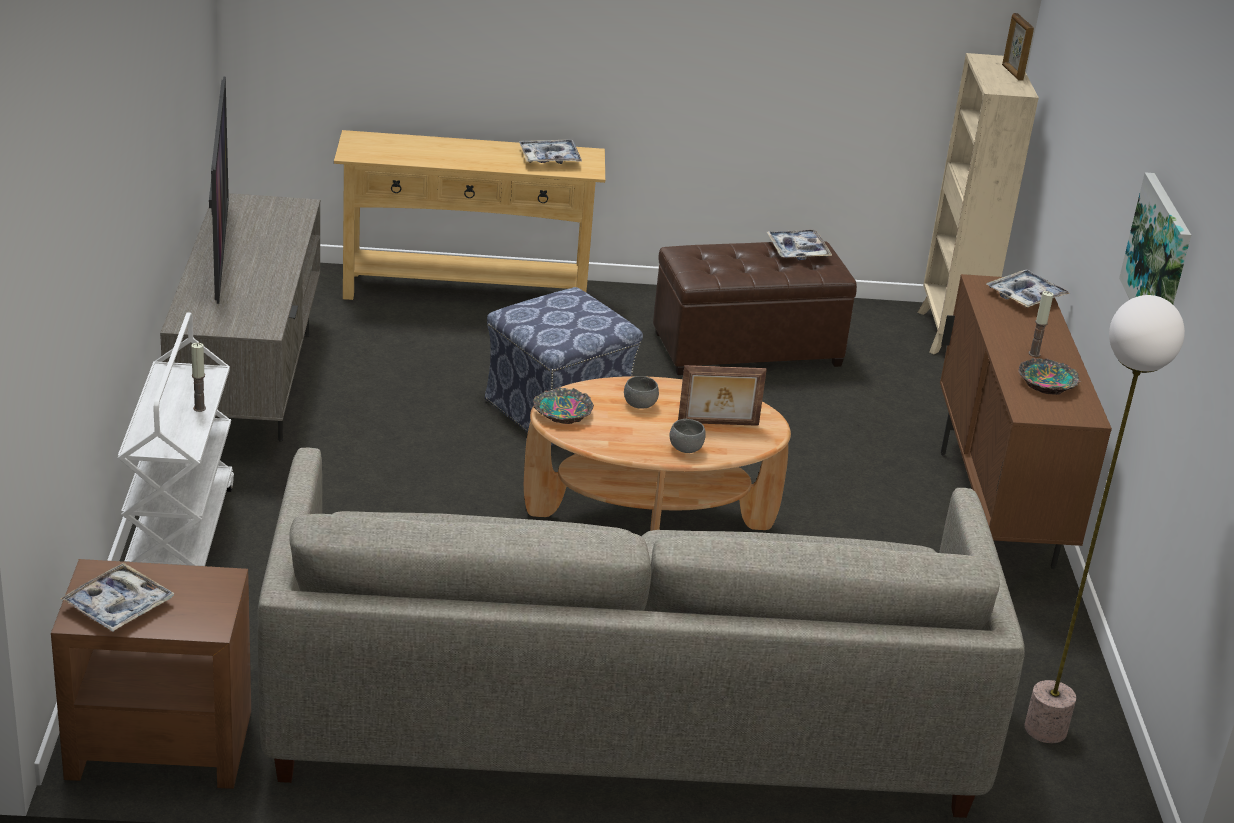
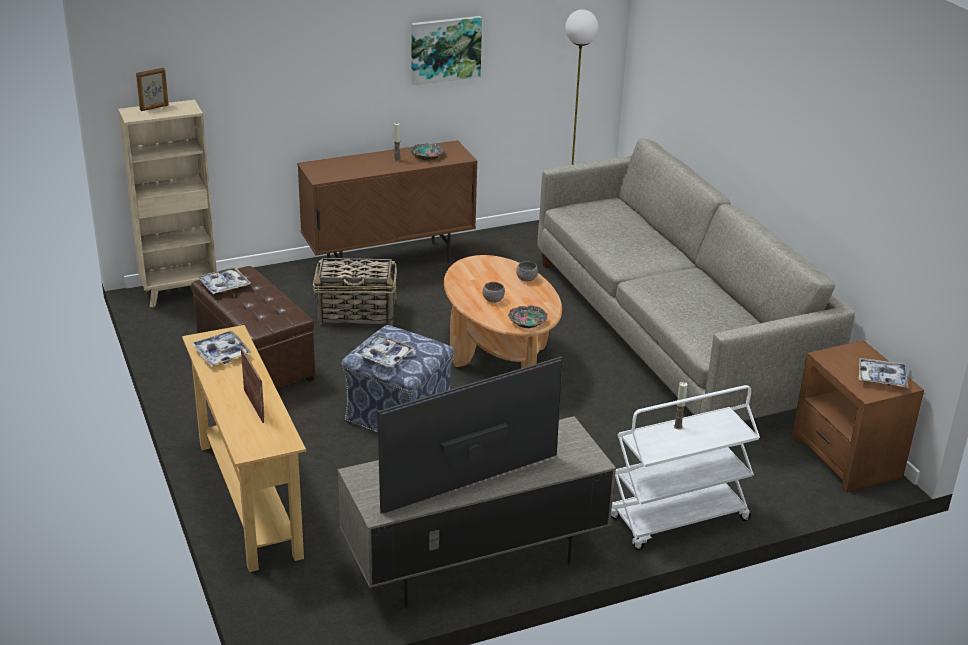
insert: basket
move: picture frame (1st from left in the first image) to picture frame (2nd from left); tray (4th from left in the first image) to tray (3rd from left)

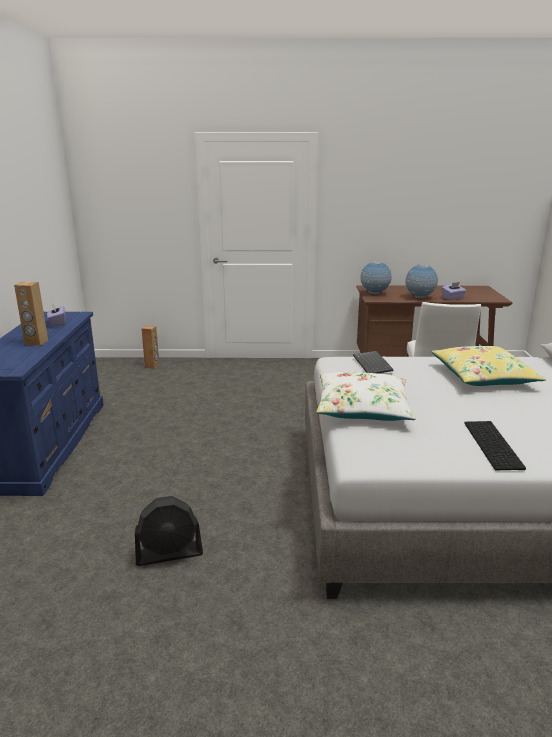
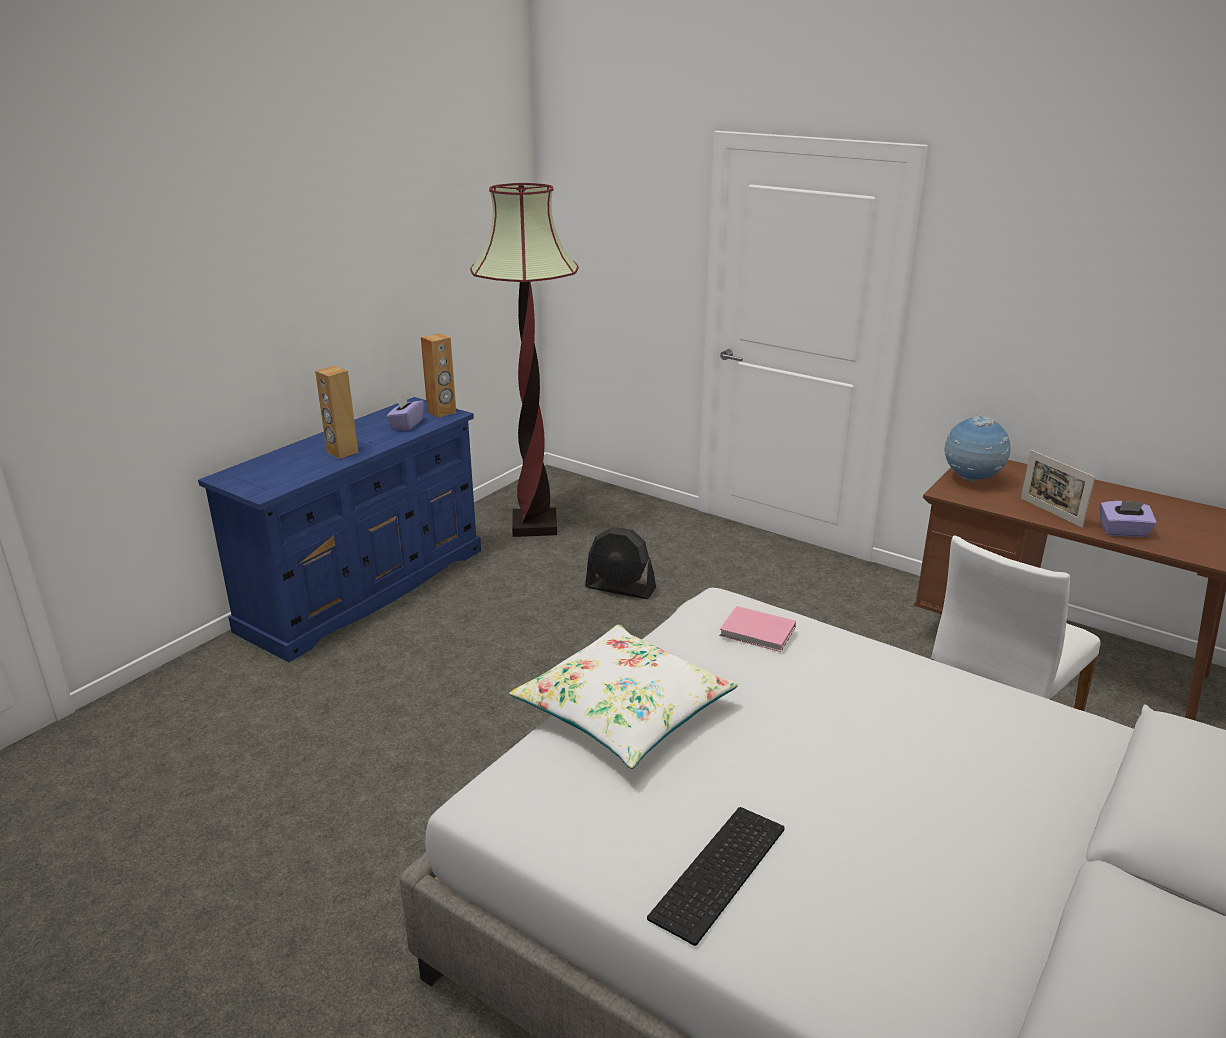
delete: pillow in yellow
insert: floor lamp
move: fan in black; speaker in brown (2nd from left)
replace: keyboard (1st from left) to book in pink; globe (2nd from left) to picture frame

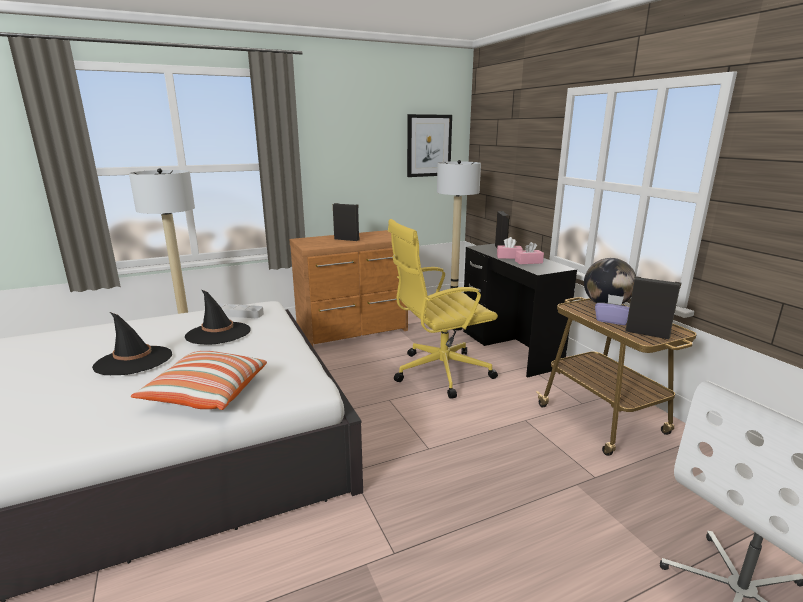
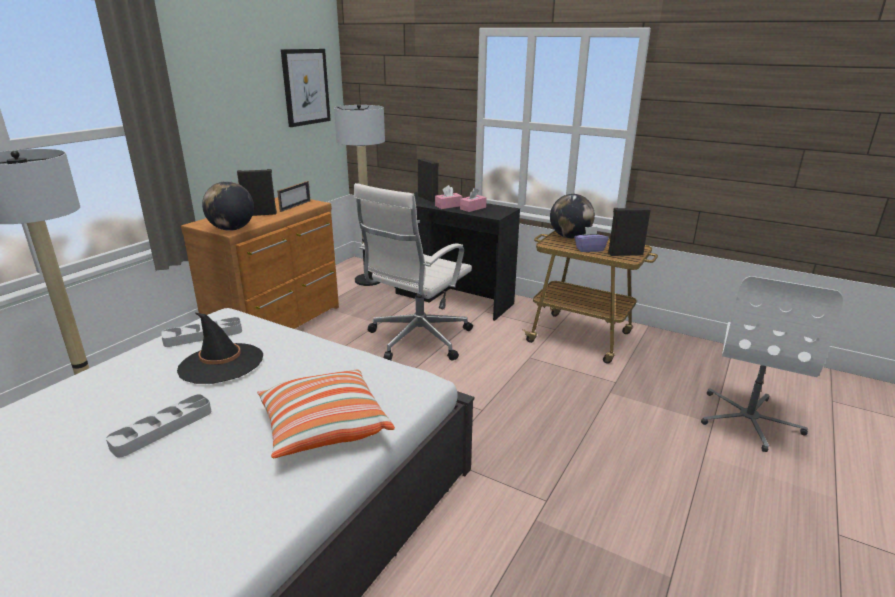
insert: globe (1st from left); picture frame
replace: hat in black (1st from left) to tray in grey (1st from left)
recolor: office chair in yellow to office chair in white (1st from left)

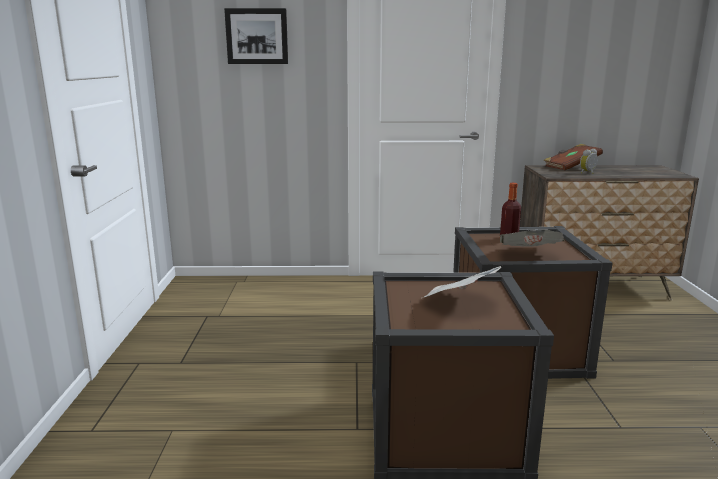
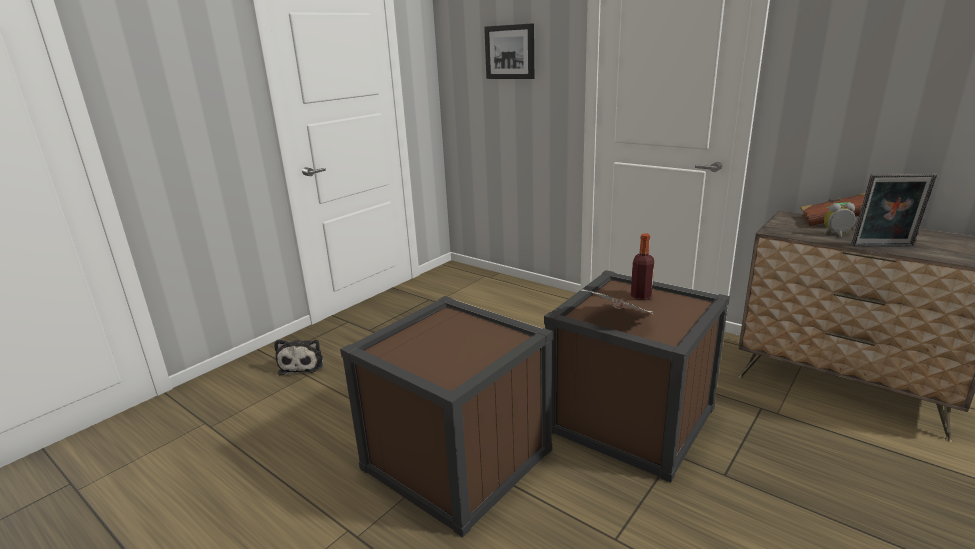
delete: newspaper (1st from left)
insert: plush toy; picture frame

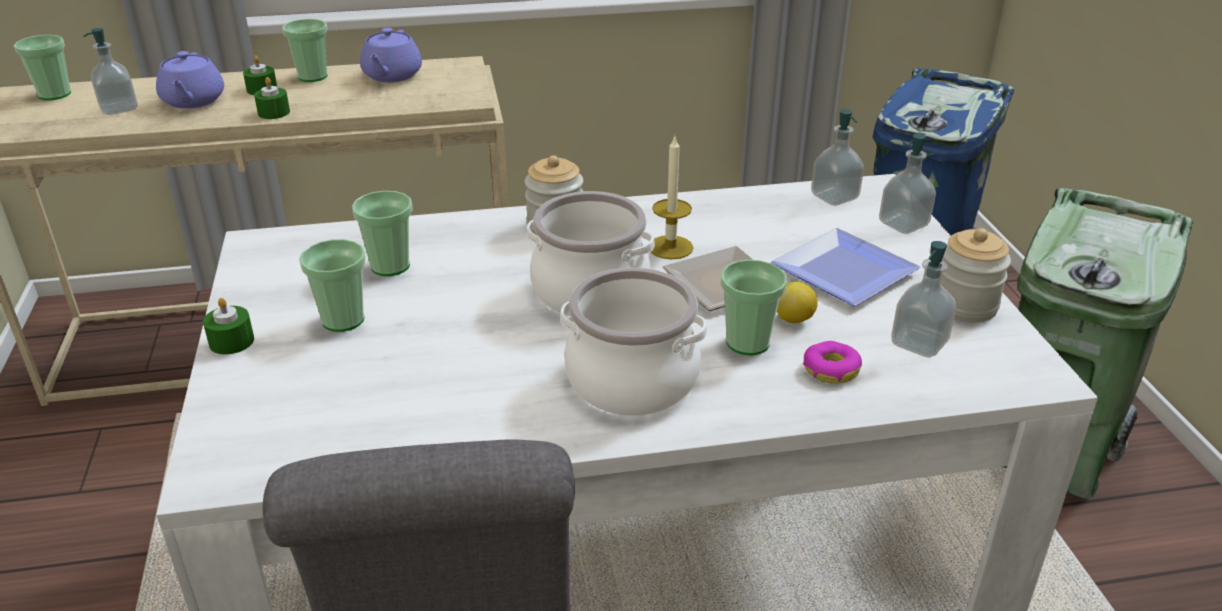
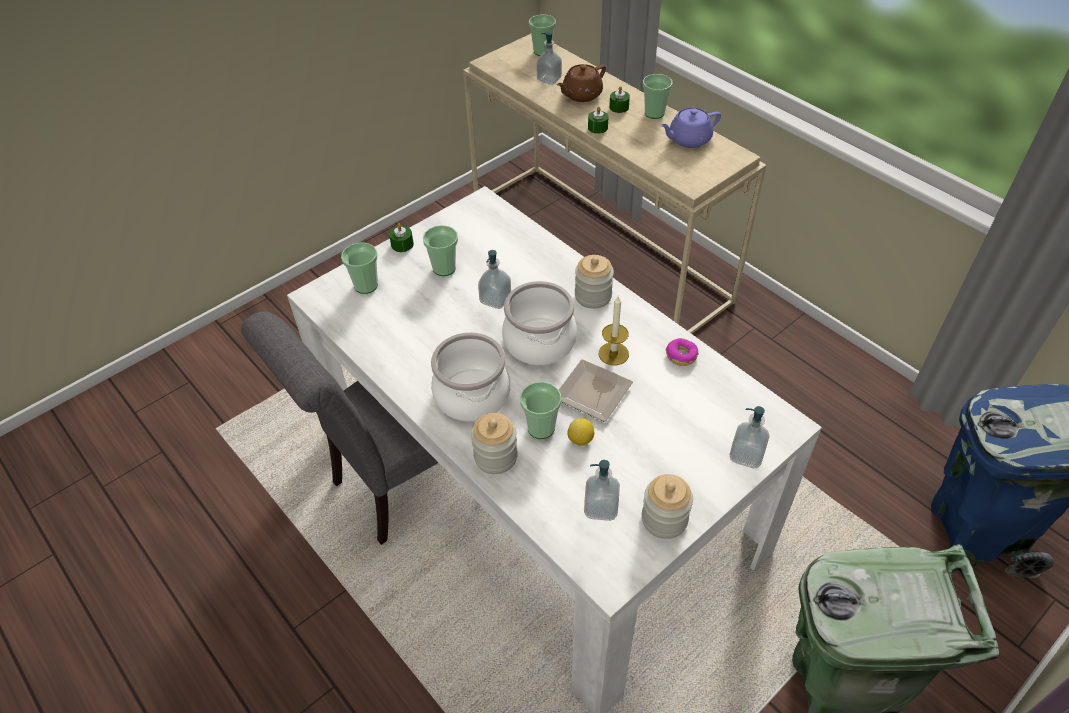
delete: plate (2nd from left)
insert: jar (1st from left)
move: cup (4th from left in the first image) to cup (1st from left); donut; soap dispenser (2nd from left in the first image) to soap dispenser (1st from left)
recolor: teapot in purple (1st from left) to teapot in brown

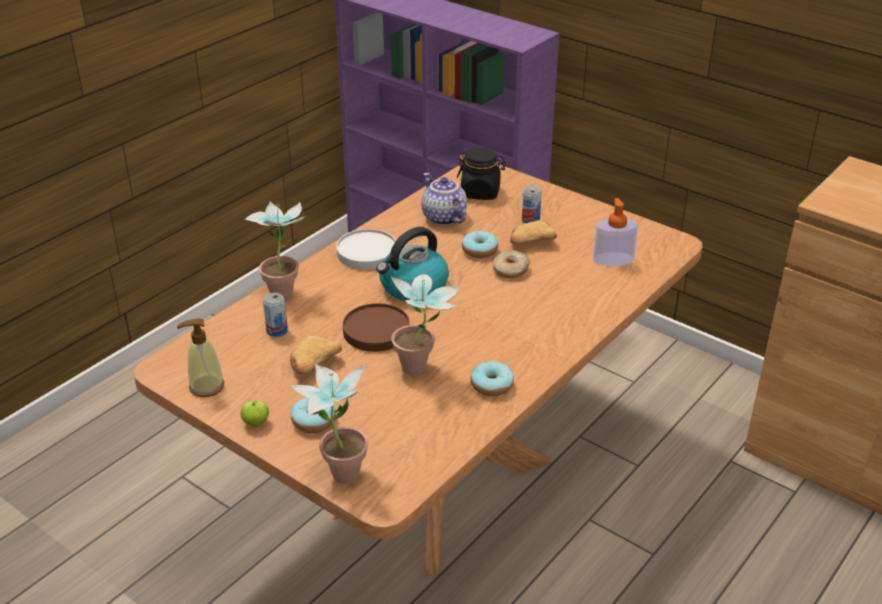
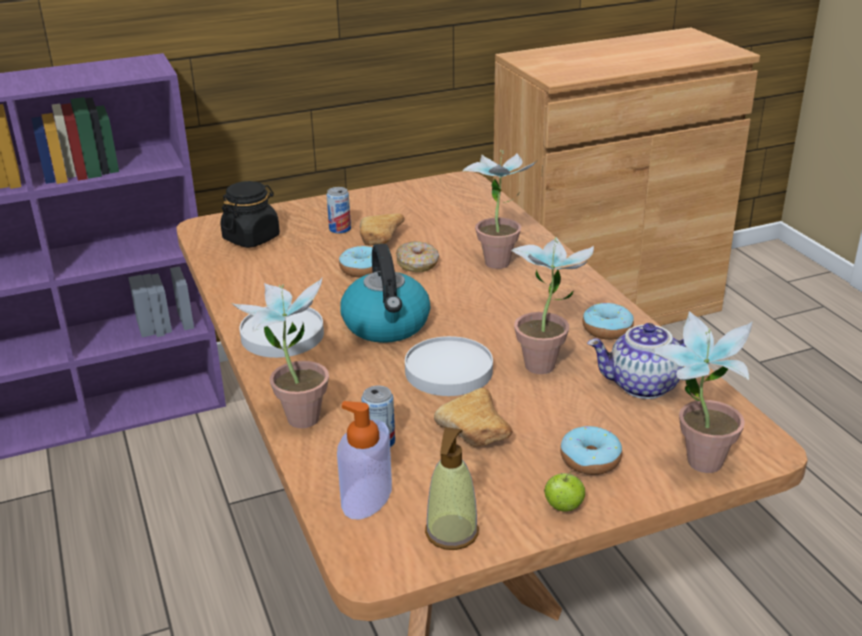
insert: potted plant (2nd from left)
move: teapot; soap dispenser (2nd from left in the first image) to soap dispenser (1st from left)
recolor: plate in brown to plate in white (2nd from left)

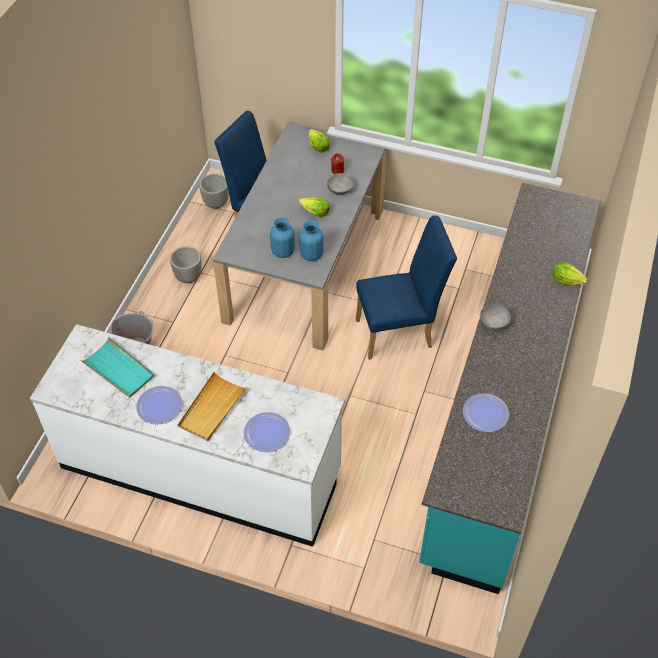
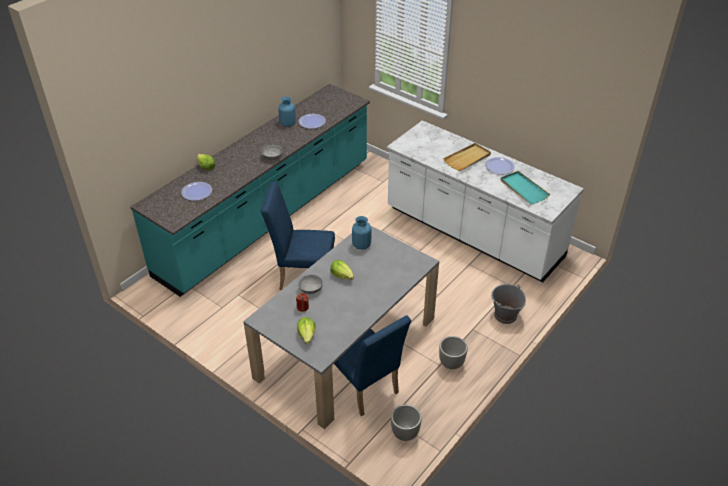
move: plate (2nd from left in the first image) to plate (1st from left); vase in blue (1st from left)

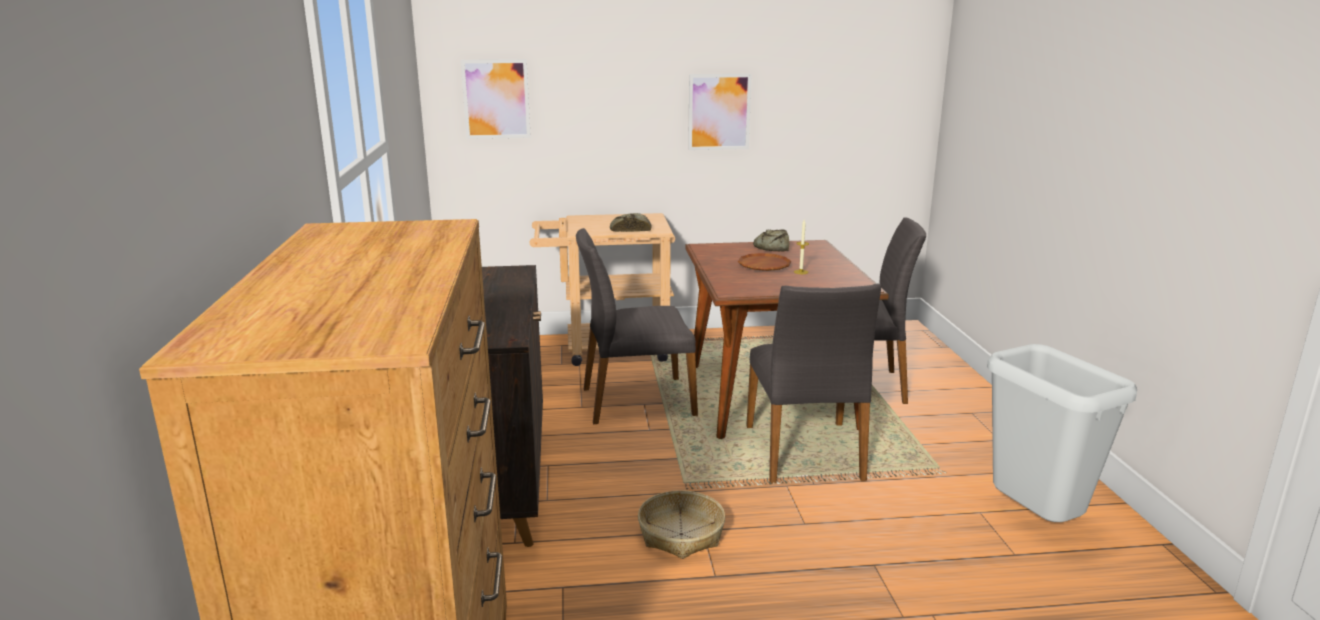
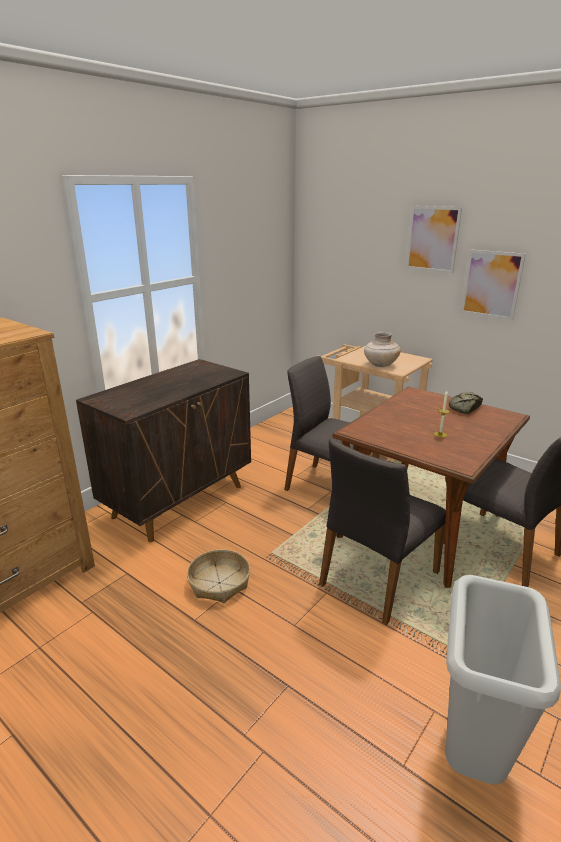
delete: plate in brown
move: picture (1st from left)
replace: bread (1st from left) to vase in beige

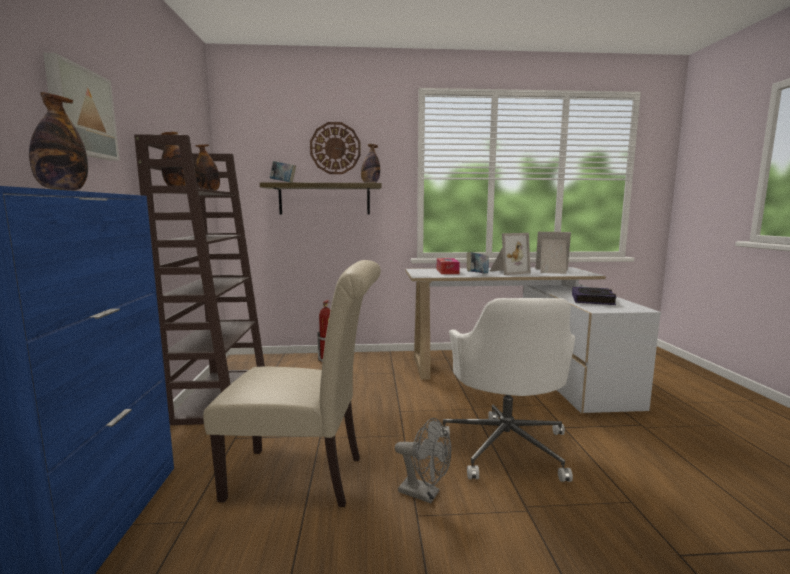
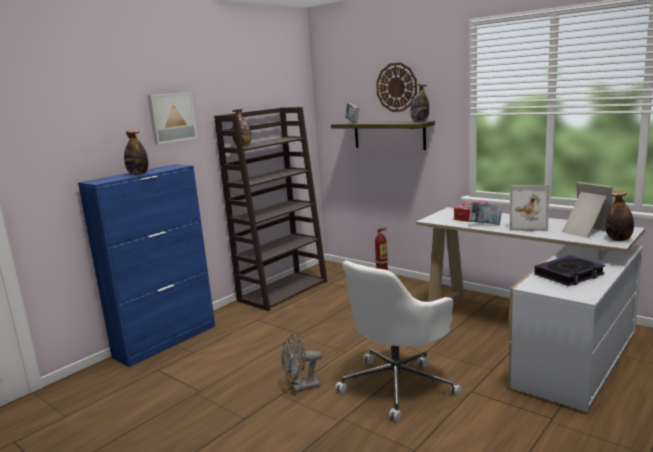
delete: chair in beige
move: bottle (3rd from left in the first image) to bottle (4th from left)
rotate: fan in grey 90 degrees clockwise

